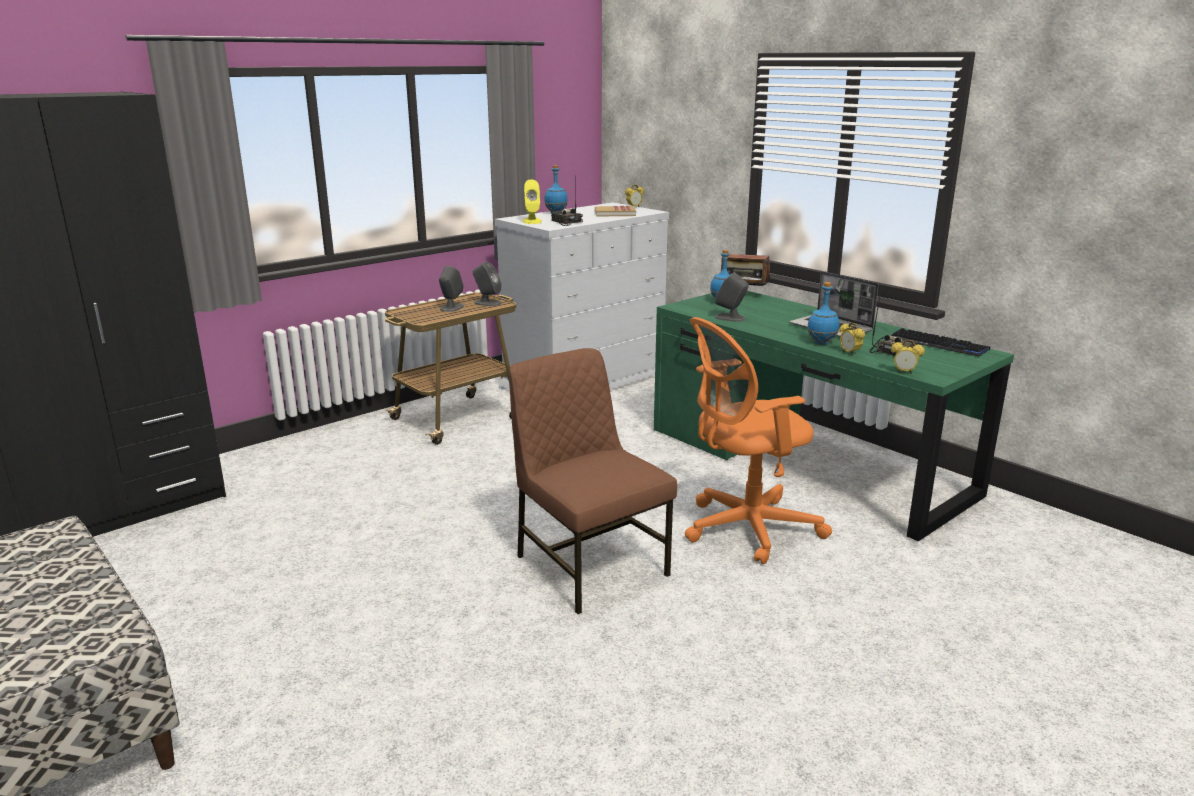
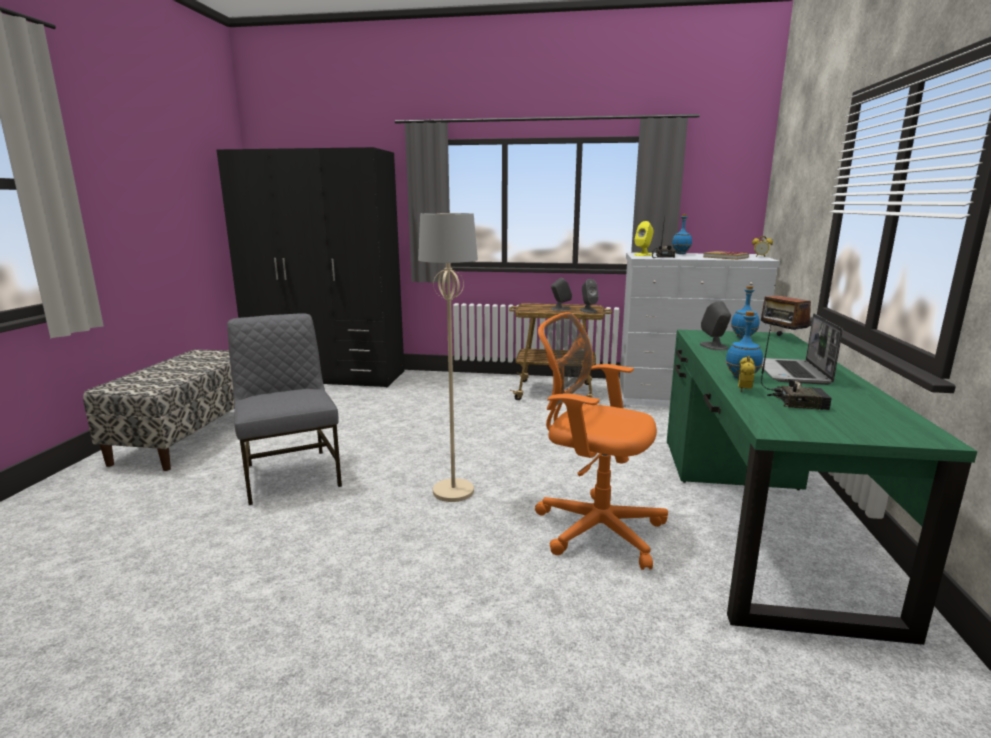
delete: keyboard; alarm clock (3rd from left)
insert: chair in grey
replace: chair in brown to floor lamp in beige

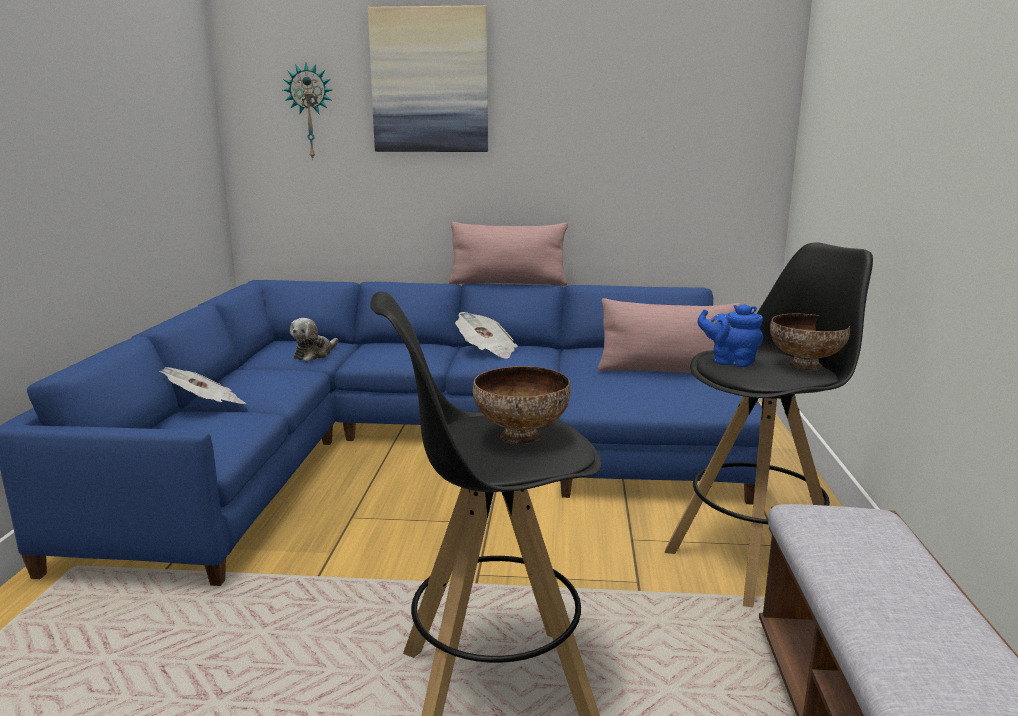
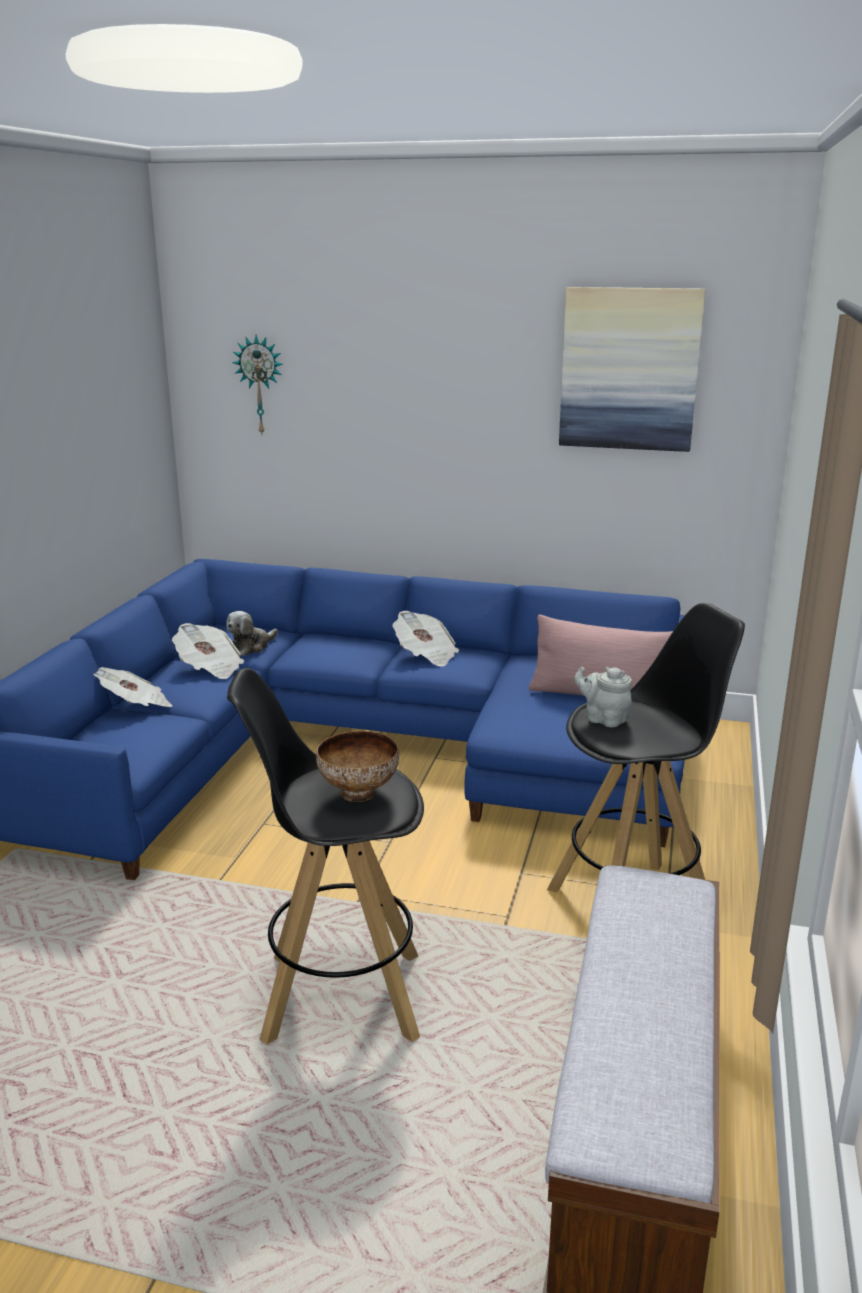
delete: pillow in pink (1st from left); bowl (2nd from left)
insert: newspaper (2nd from left)
move: picture
recolor: teapot in blue to teapot in grey

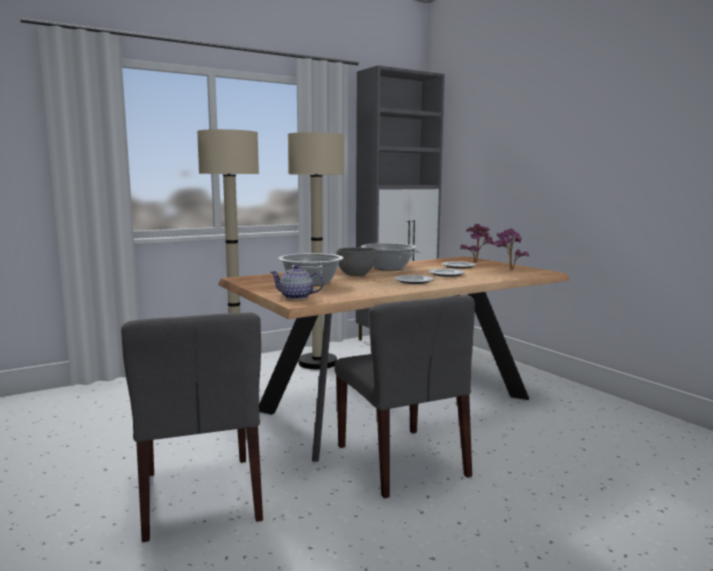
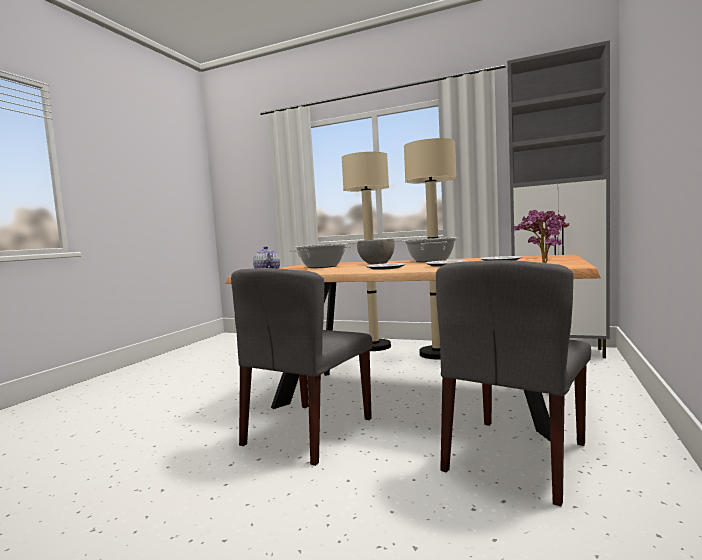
move: chair in grey (1st from left in the first image) to chair in grey (2nd from left)

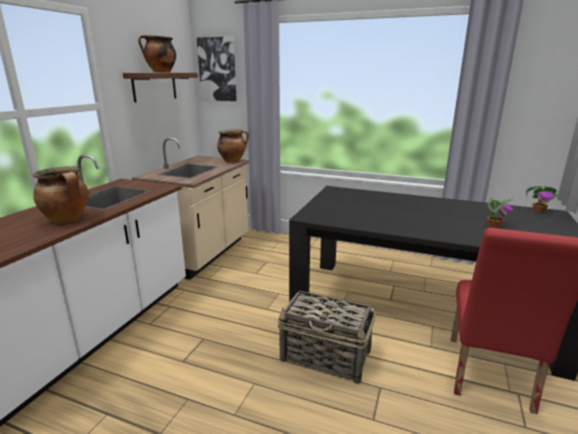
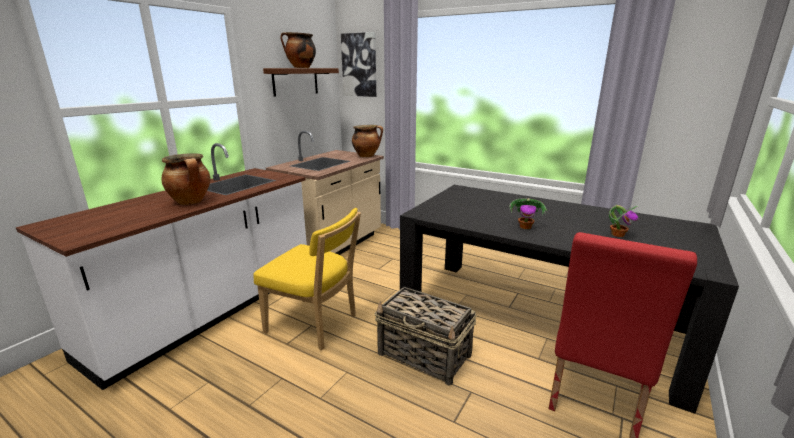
insert: chair in yellow
move: potted plant (2nd from left in the first image) to potted plant (1st from left)

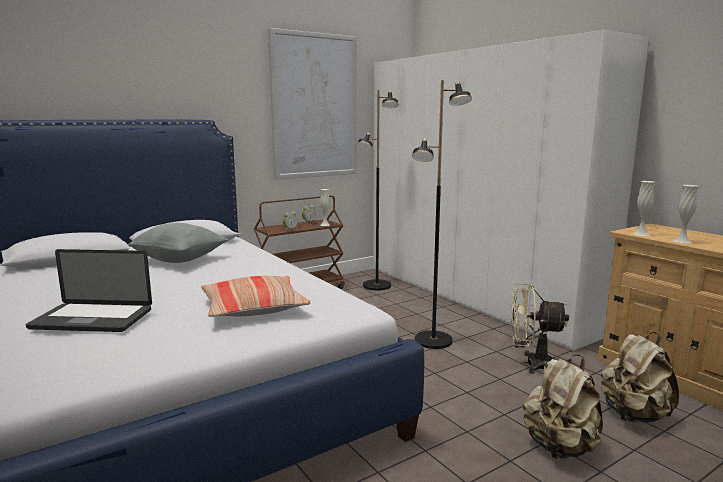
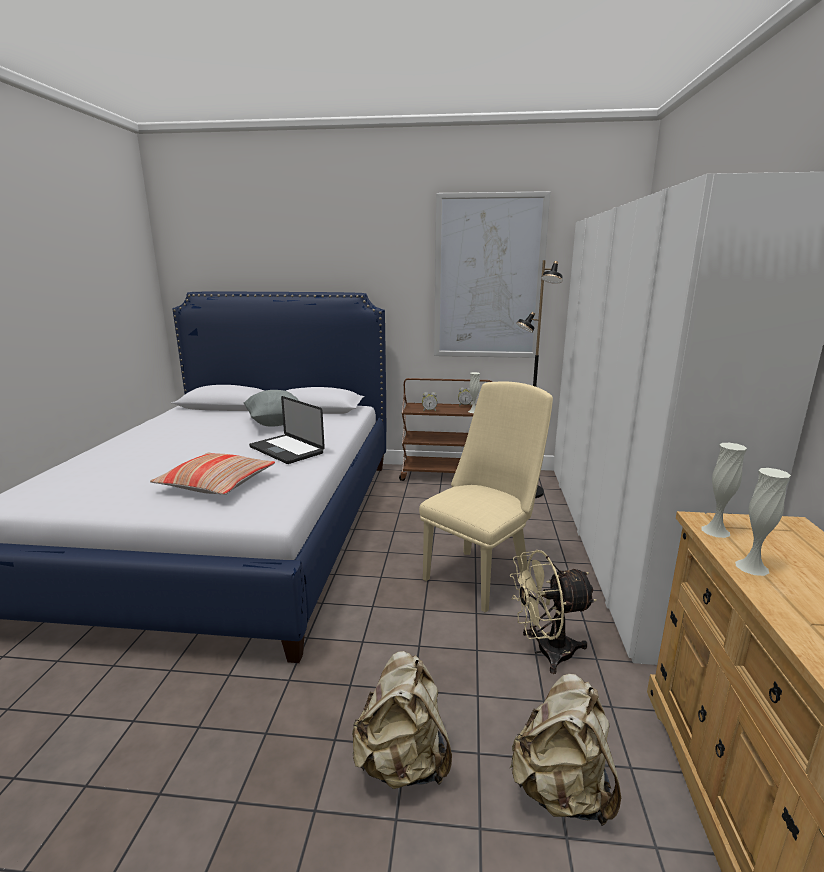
move: laptop
replace: floor lamp in black (2nd from left) to chair in beige
rotate: fan in beige 60 degrees counterclockwise

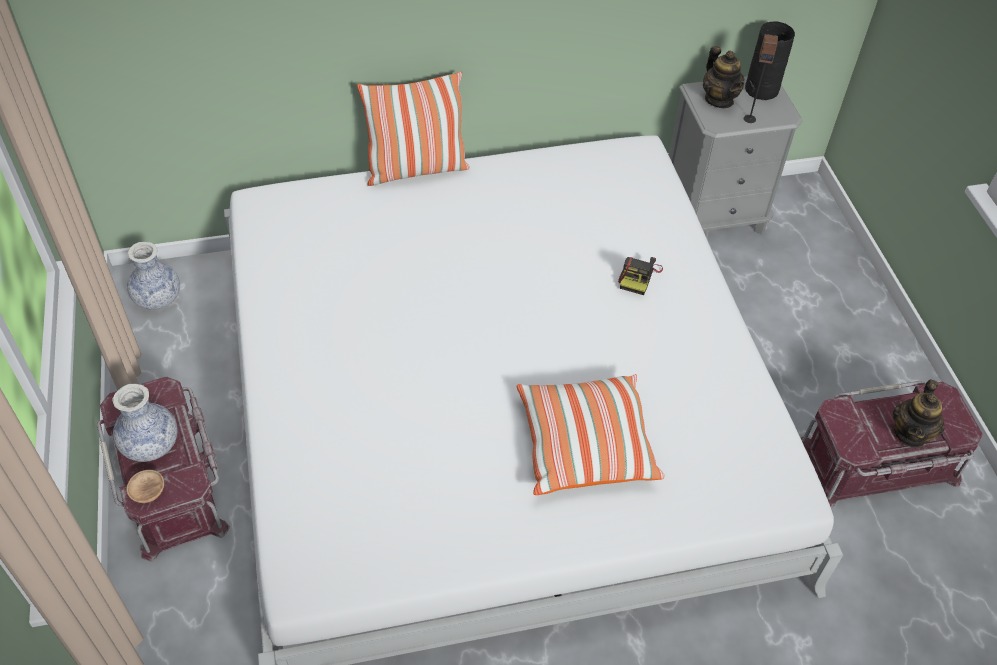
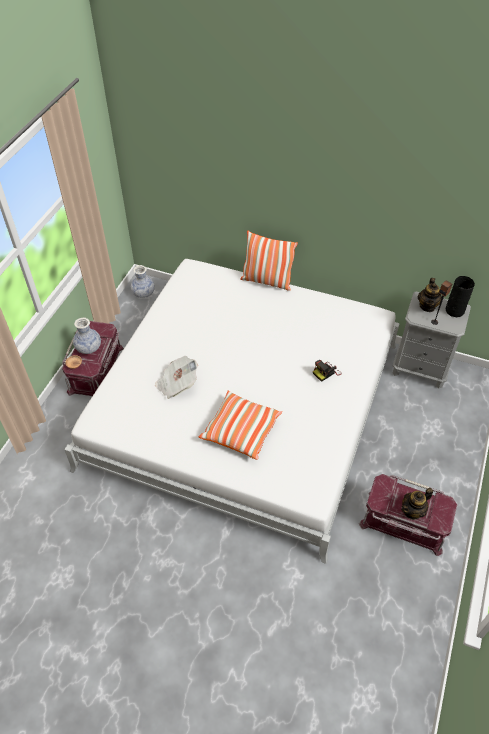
insert: newspaper

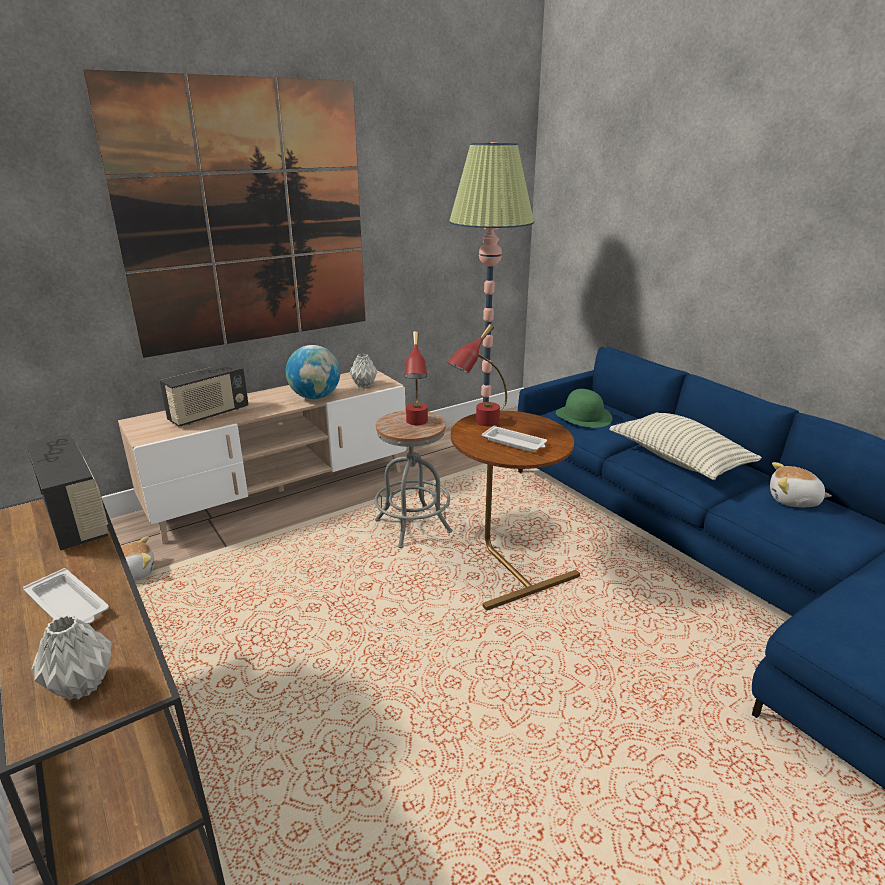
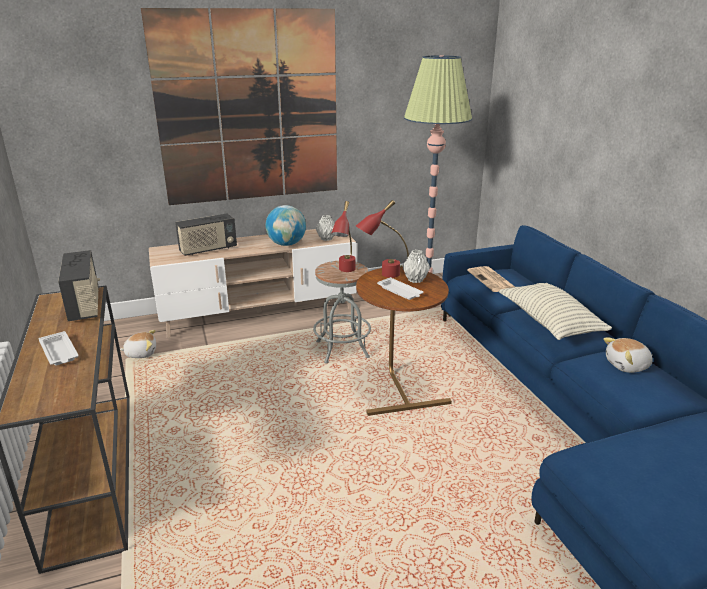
move: vase in grey (1st from left in the first image) to vase in grey (2nd from left)
replace: hat in green to newspaper
rotate: plush toy (2nd from left) 45 degrees counterclockwise

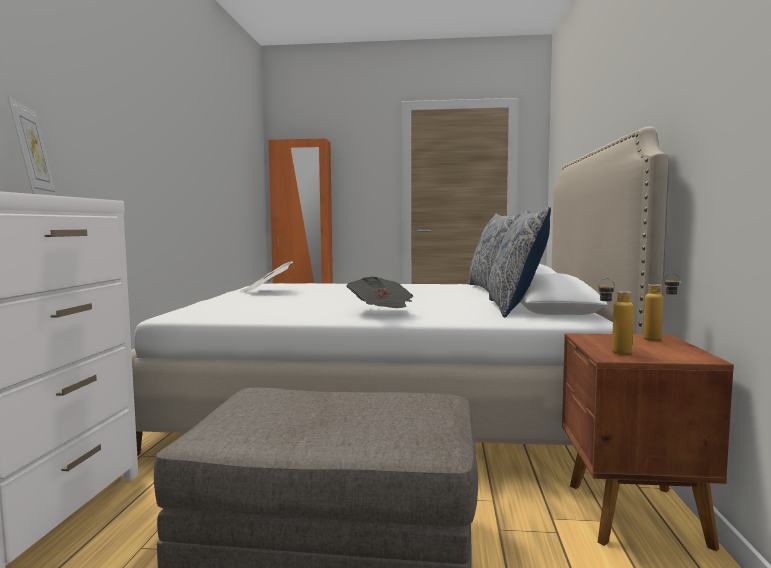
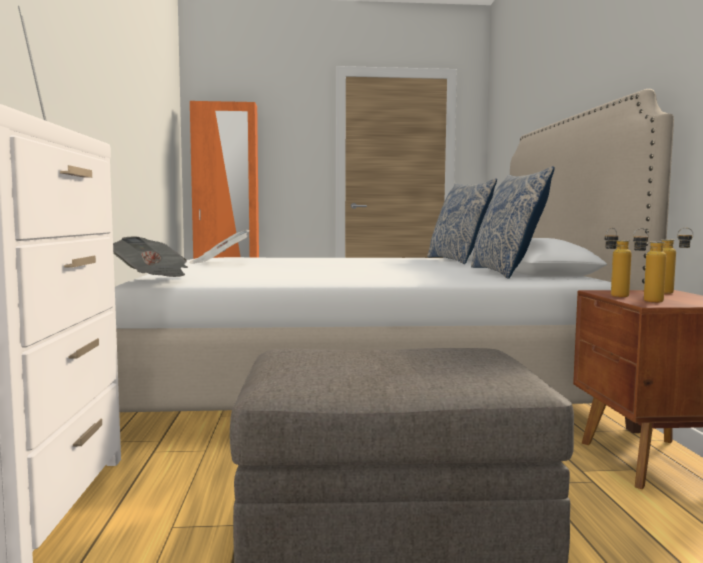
insert: bottle (1st from left)
move: newspaper (2nd from left in the first image) to newspaper (1st from left)

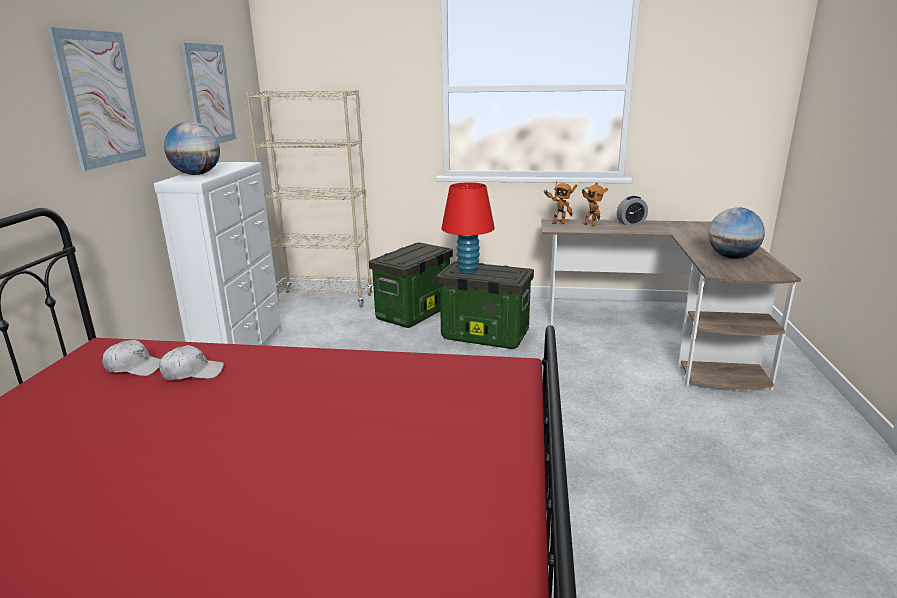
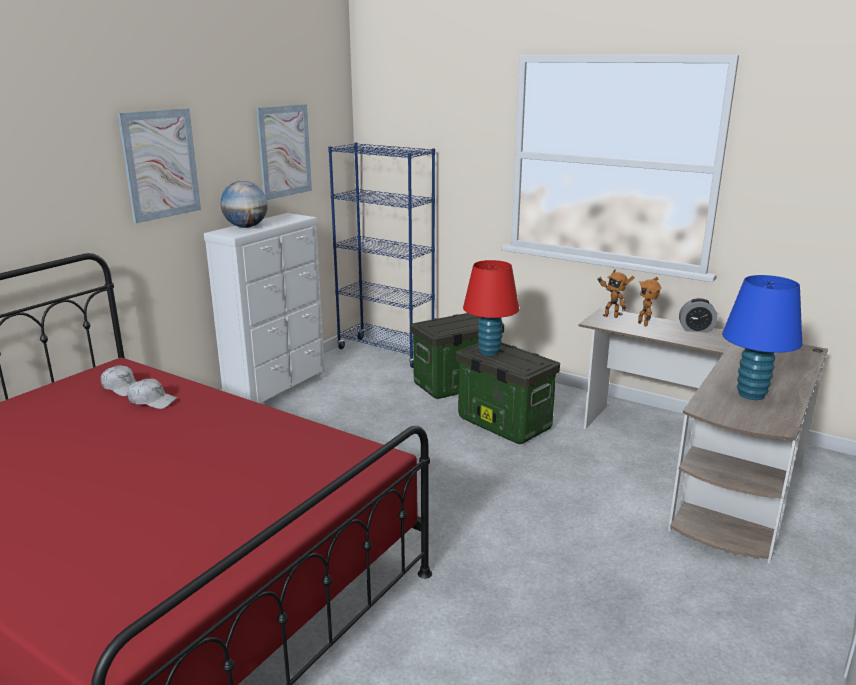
replace: globe (2nd from left) to table lamp in blue
recolor: bookcase in beige to bookcase in blue

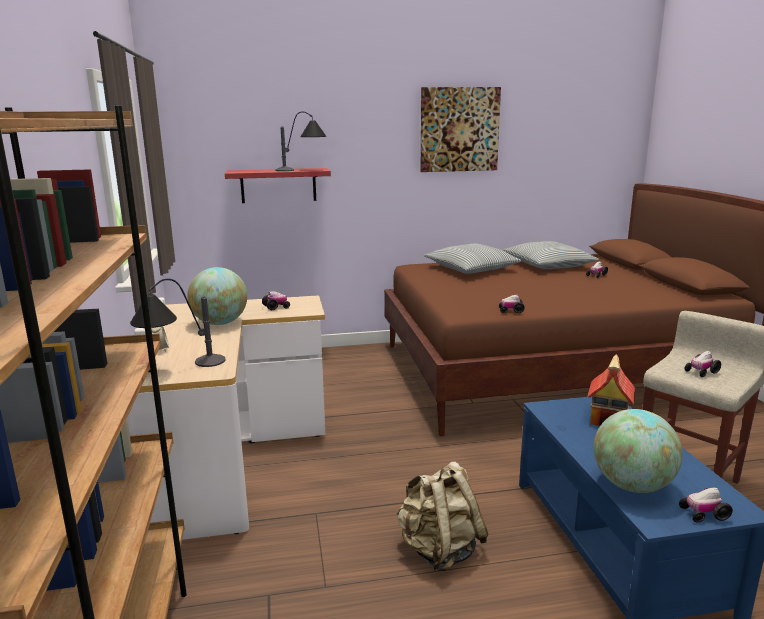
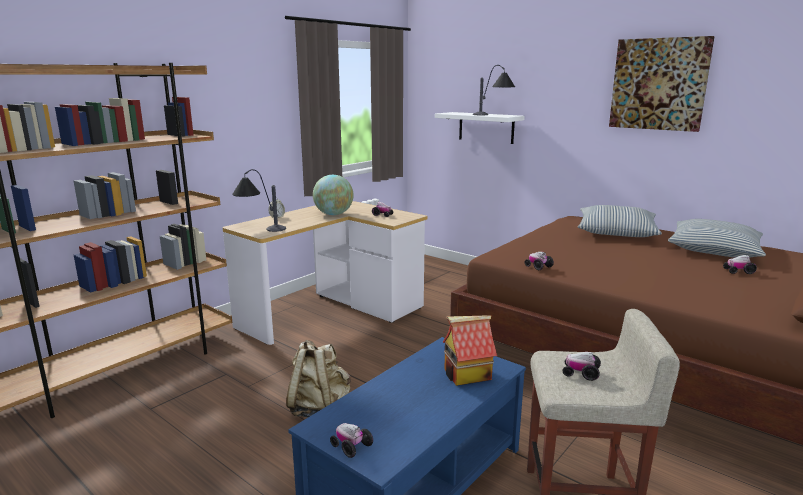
delete: globe (2nd from left)
recolor: shelf in red to shelf in white

